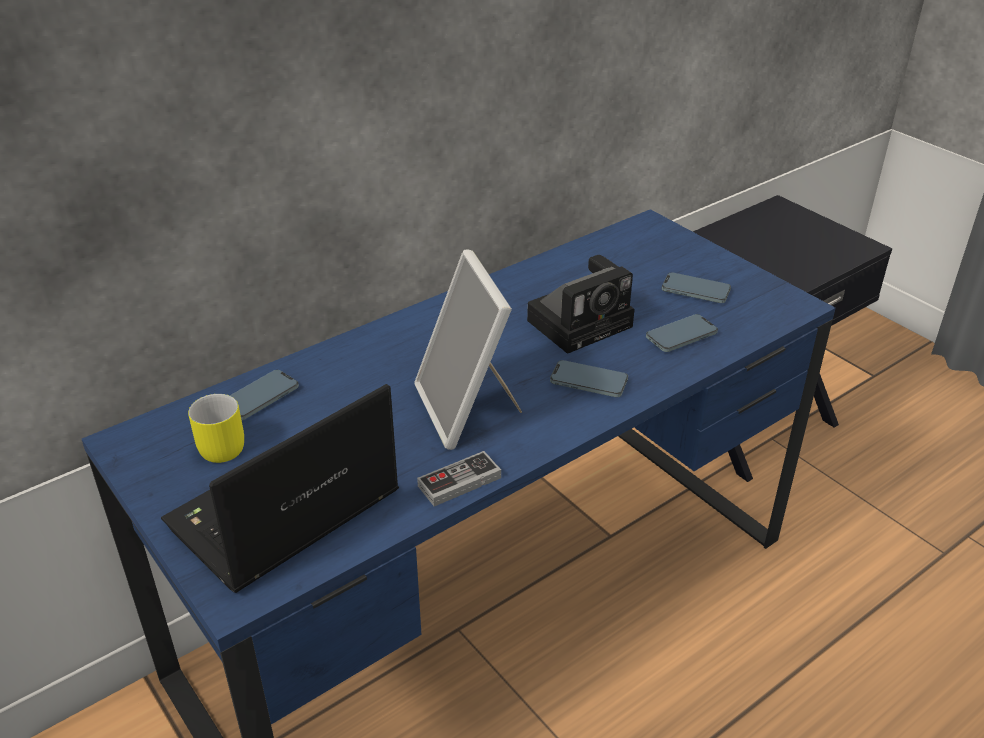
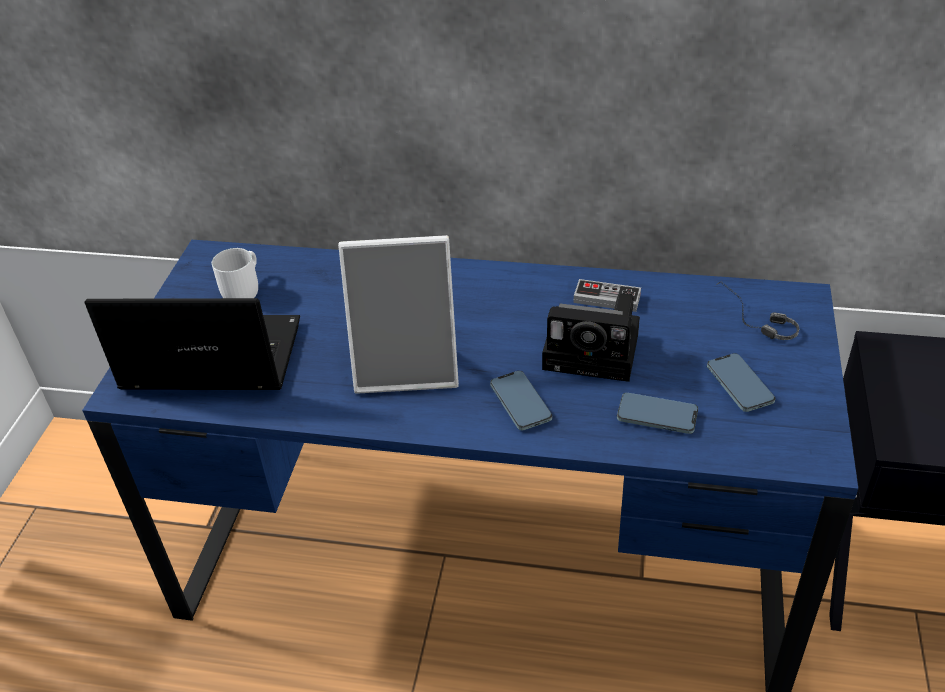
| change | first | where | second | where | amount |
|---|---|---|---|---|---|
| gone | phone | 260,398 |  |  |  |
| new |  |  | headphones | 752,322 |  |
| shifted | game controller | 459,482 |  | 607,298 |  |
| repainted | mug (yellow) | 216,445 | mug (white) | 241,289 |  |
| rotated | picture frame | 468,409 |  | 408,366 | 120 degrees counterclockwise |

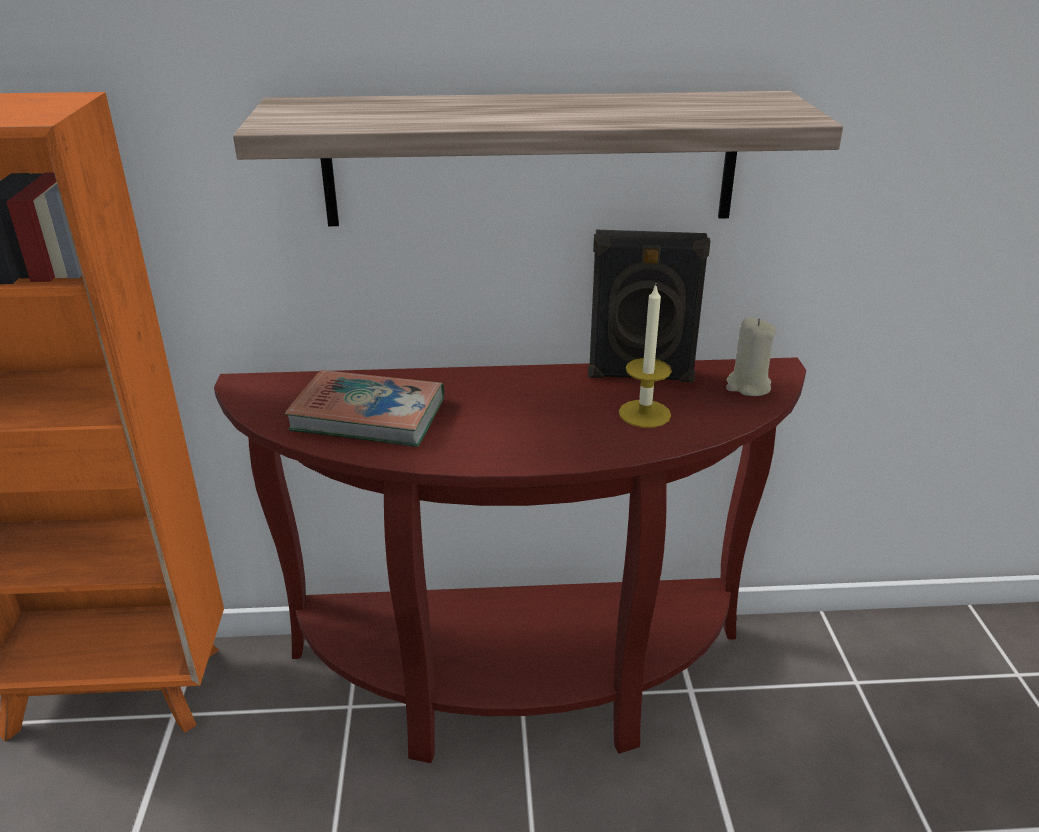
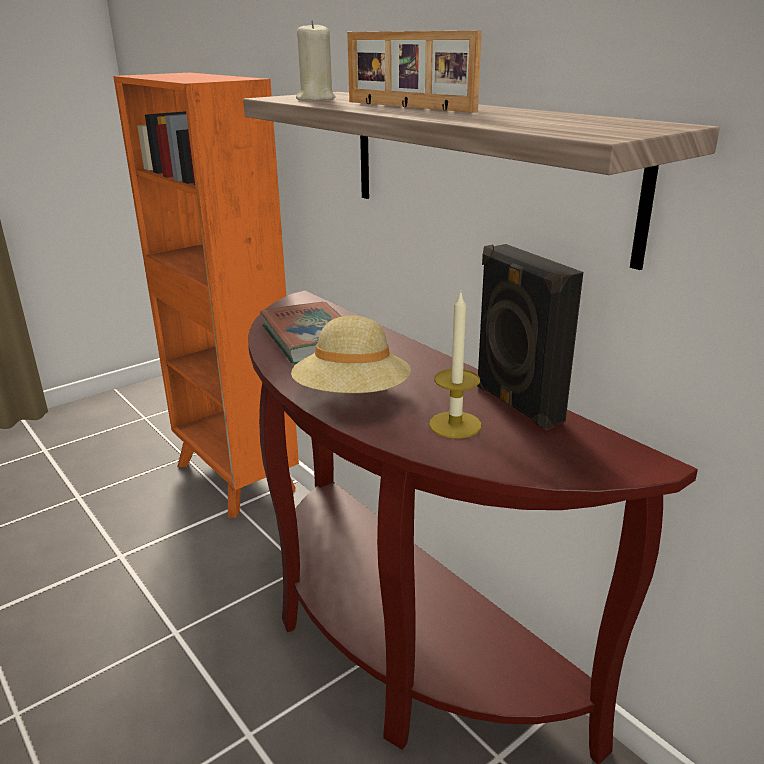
| change | first | where | second | where | amount |
|---|---|---|---|---|---|
| new |  |  | hat (beige) | 352,397 |  |
| new |  |  | picture frame | 407,107 |  |
| shifted | candle (beige) | 748,386 |  | 315,99 |  |

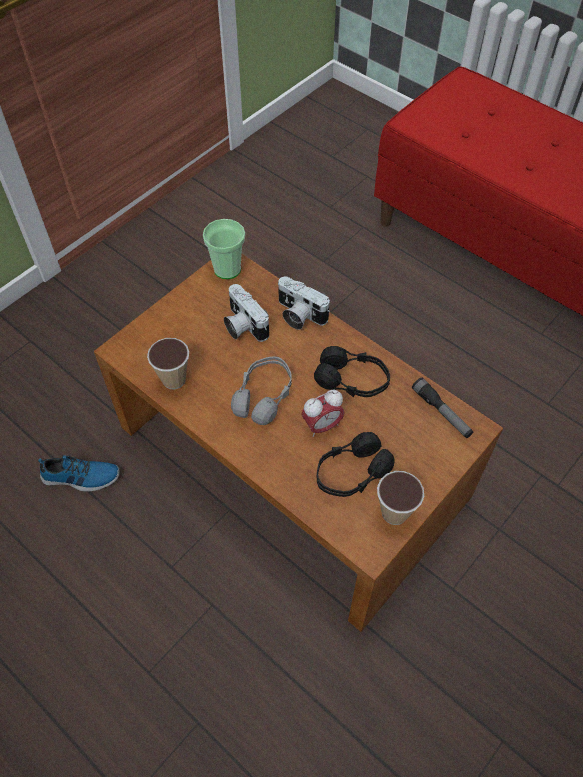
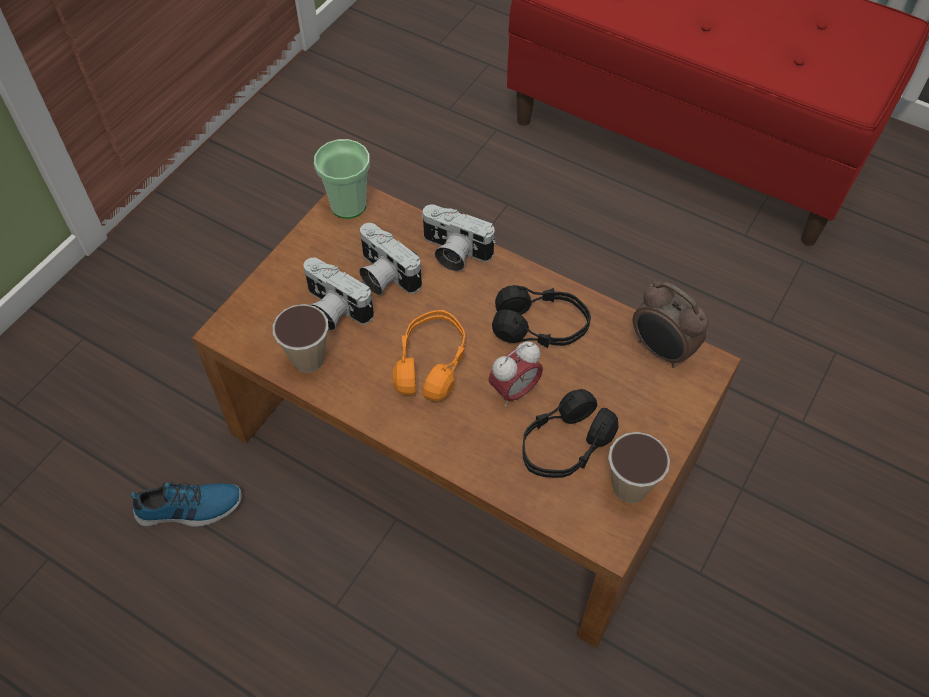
| change | first | where | second | where | amount |
|---|---|---|---|---|---|
| new |  |  | photo camera | 333,309 |  |
| swapped | flashlight | 441,412 | alarm clock | 661,351 |  |
| repainted | headphones (grey) | 264,396 | headphones (orange) | 431,364 |  |

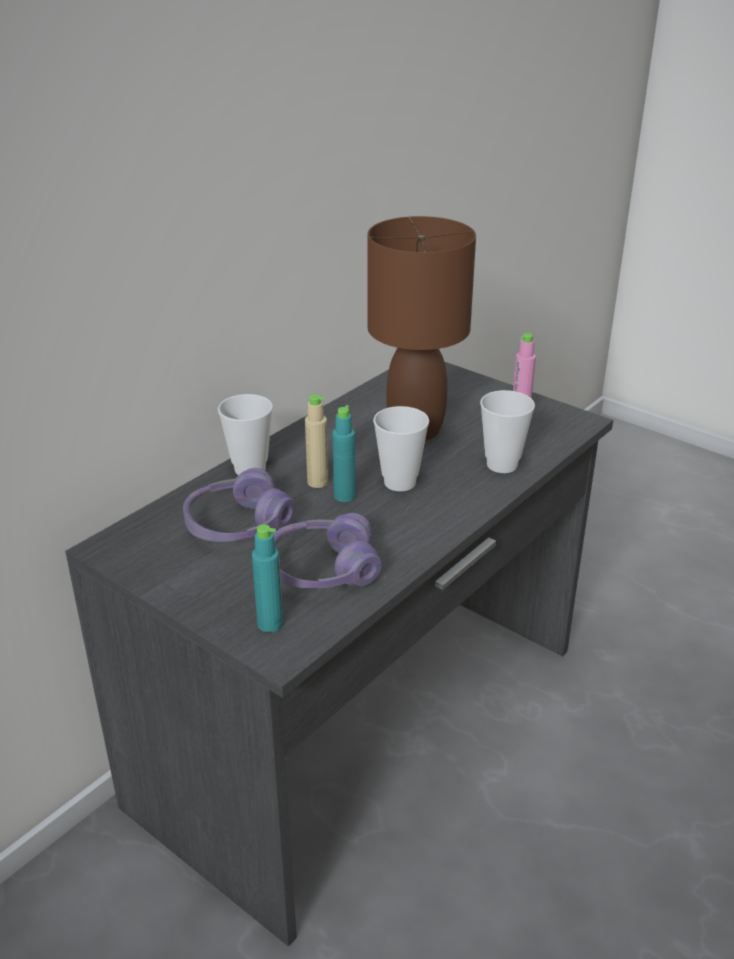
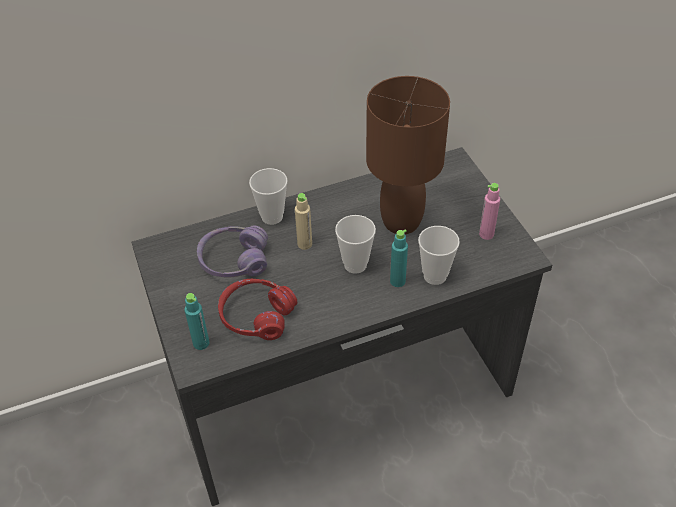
| change | first | where | second | where | amount |
|---|---|---|---|---|---|
| shifted | bottle (turquoise) | 344,496 |  | 397,281 |  |
| repainted | headphones (purple) | 322,570 | headphones (red) | 257,316 |  |

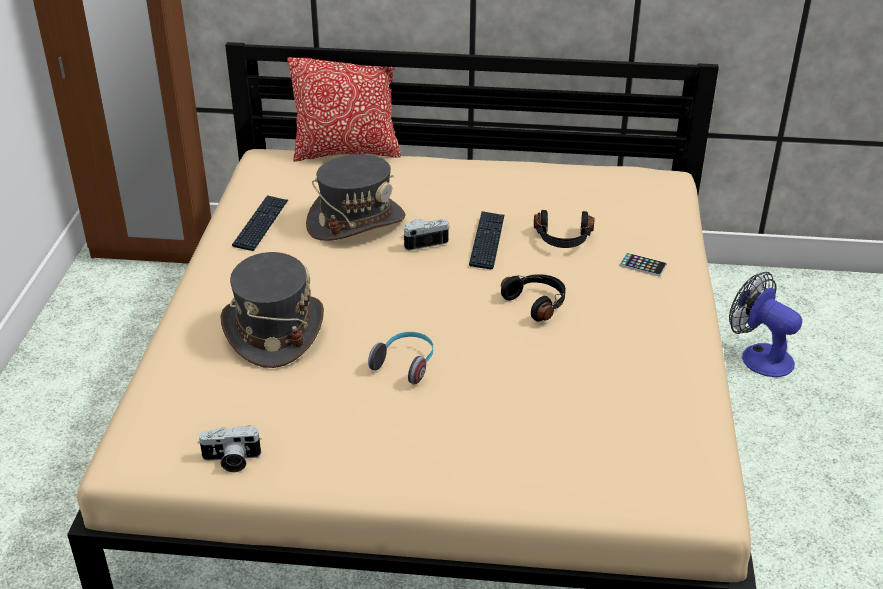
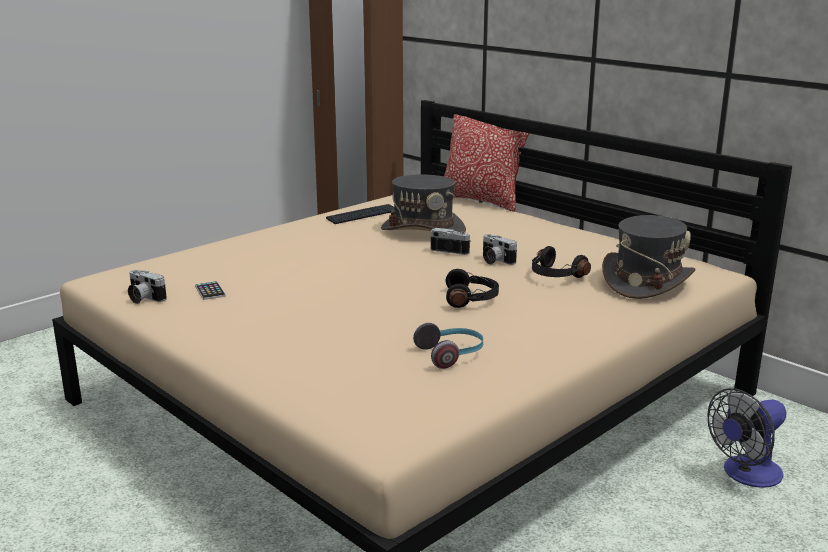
| change | first | where | second | where | amount |
|---|---|---|---|---|---|
| shifted | hat (grey) | 273,331 |  | 646,281 |  |
| shifted | headphones | 406,364 |  | 451,355 |  |
| shifted | phone | 643,265 |  | 210,291 |  |
| swapped | keyboard | 487,241 | photo camera | 495,260 |  |
| rotated | fan | 759,356 |  | 746,475 | 120 degrees counterclockwise |

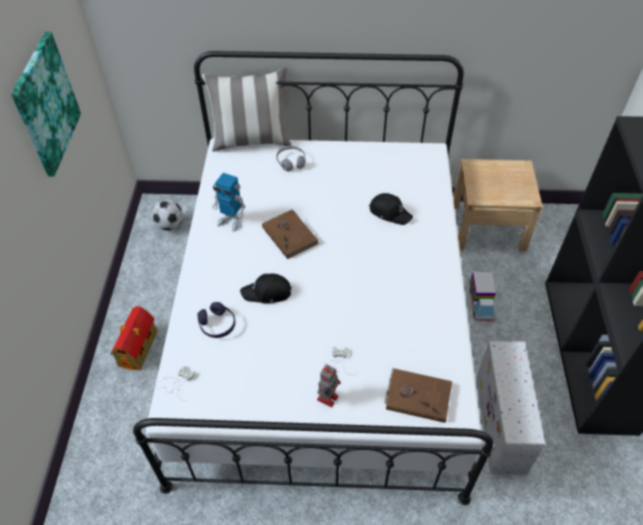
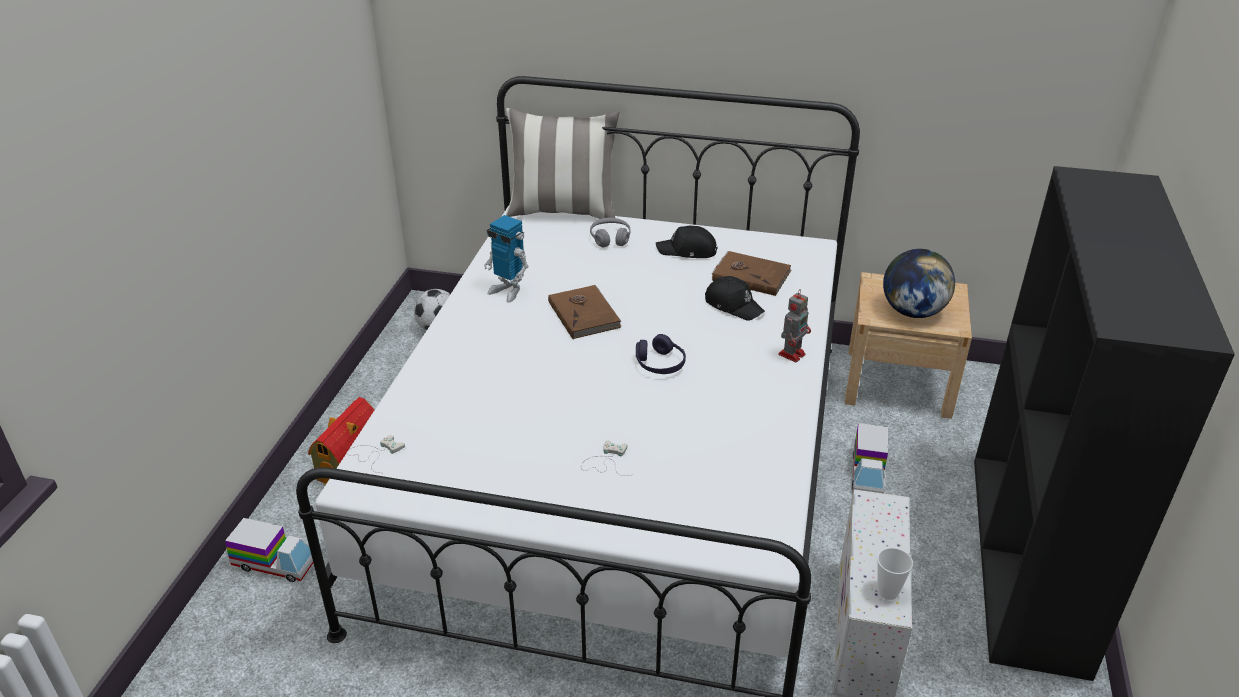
| change | first | where | second | where | amount |
|---|---|---|---|---|---|
| gone | picture | 45,104 |  |  |  |
| new |  |  | toy truck | 275,563 |  |
| new |  |  | cup | 888,592 |  |
| new |  |  | globe | 912,312 |  |
| shifted | headphones (purple) | 217,325 |  | 660,364 |  |
| shifted | cap (black) | 267,293 |  | 687,251 |  |
| shifted | toy robot | 328,397 |  | 792,353 |  |
| shifted | book (brown) | 418,395 |  | 751,275 |  |

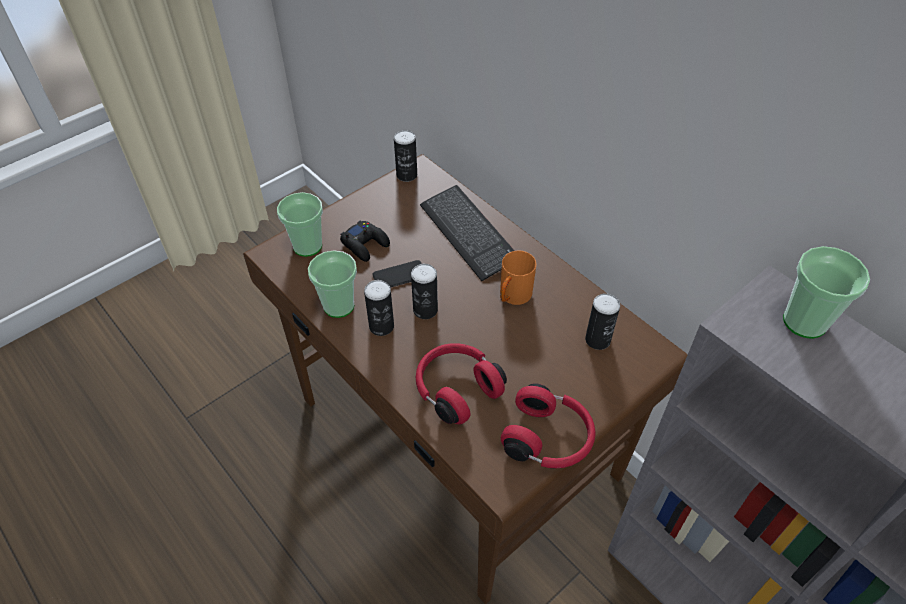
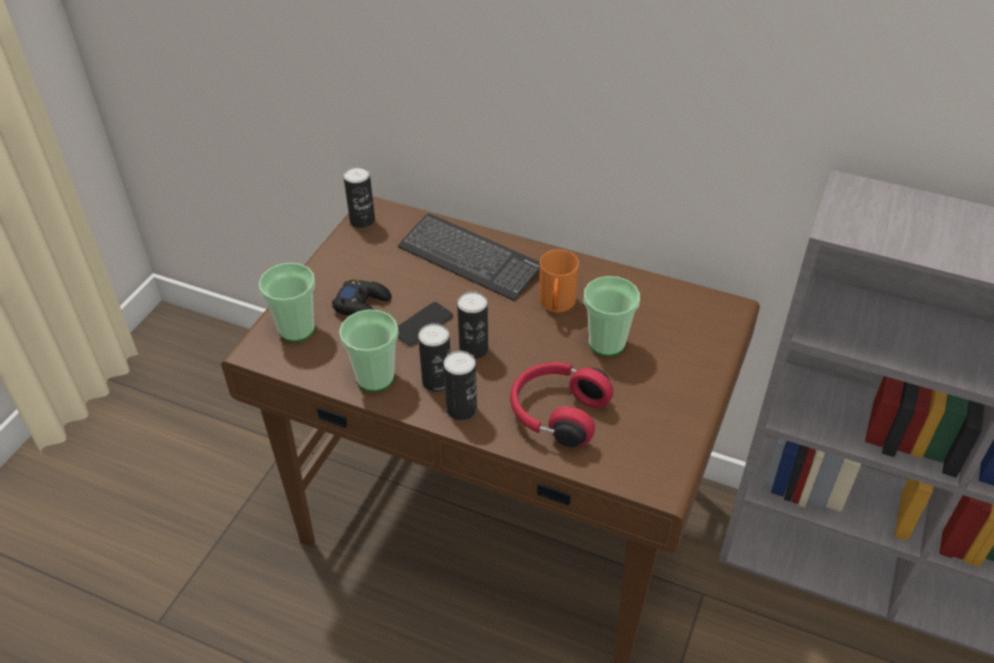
| change | first | where | second | where | amount |
|---|---|---|---|---|---|
| gone | headphones (red) | 548,439 |  |  |  |
| shifted | can | 597,340 |  | 461,409 |  |
| shifted | cup | 804,321 |  | 606,343 |  |

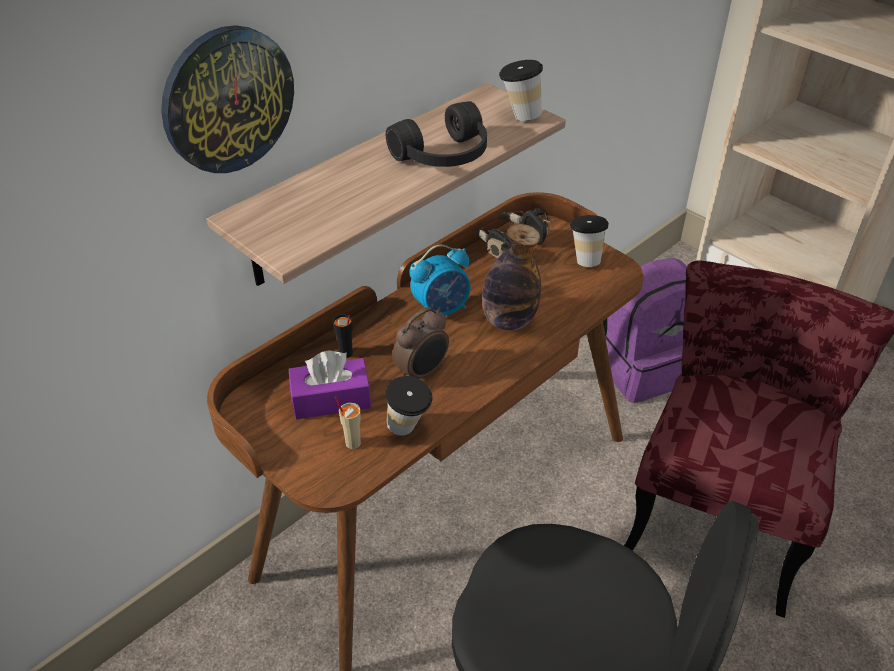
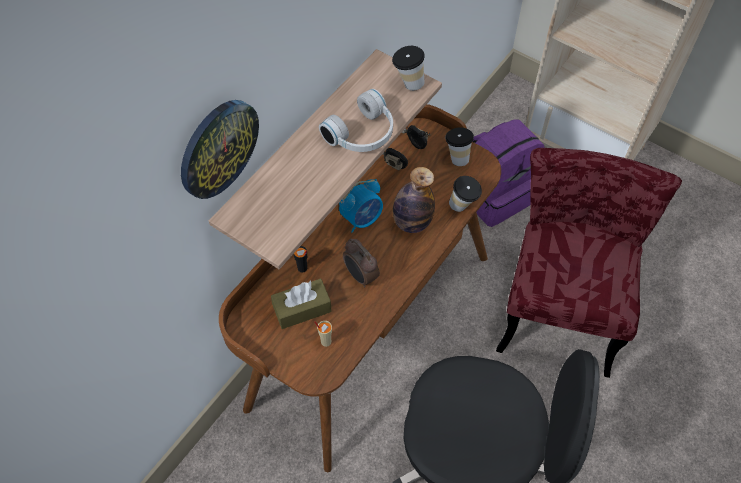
| change | first | where | second | where | amount |
|---|---|---|---|---|---|
| shifted | cup | 409,430 |  | 463,207 |  |
| repainted | tissue box (purple) | 331,399 | tissue box (brown) | 302,309 |  |
| repainted | headphones (black) | 445,156 | headphones (white) | 363,134 |  |
| rotated | alarm clock | 422,372 |  | 360,276 | 105 degrees clockwise |

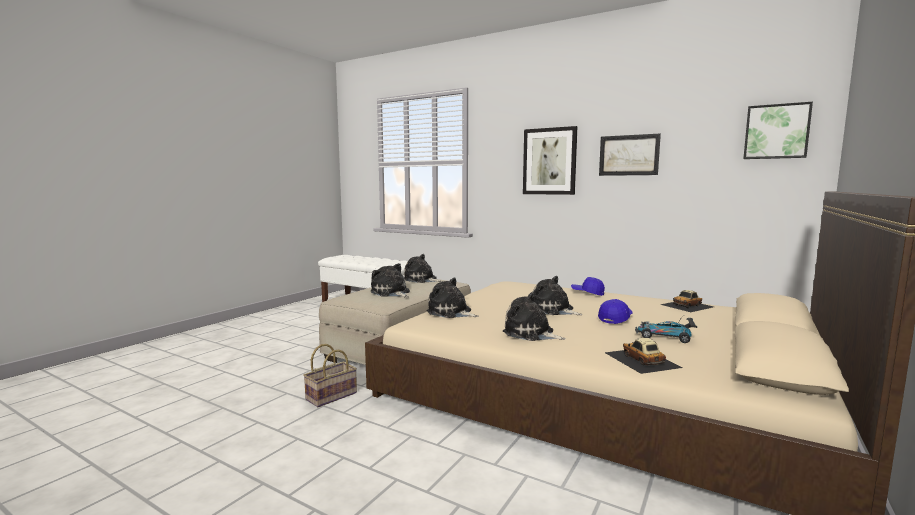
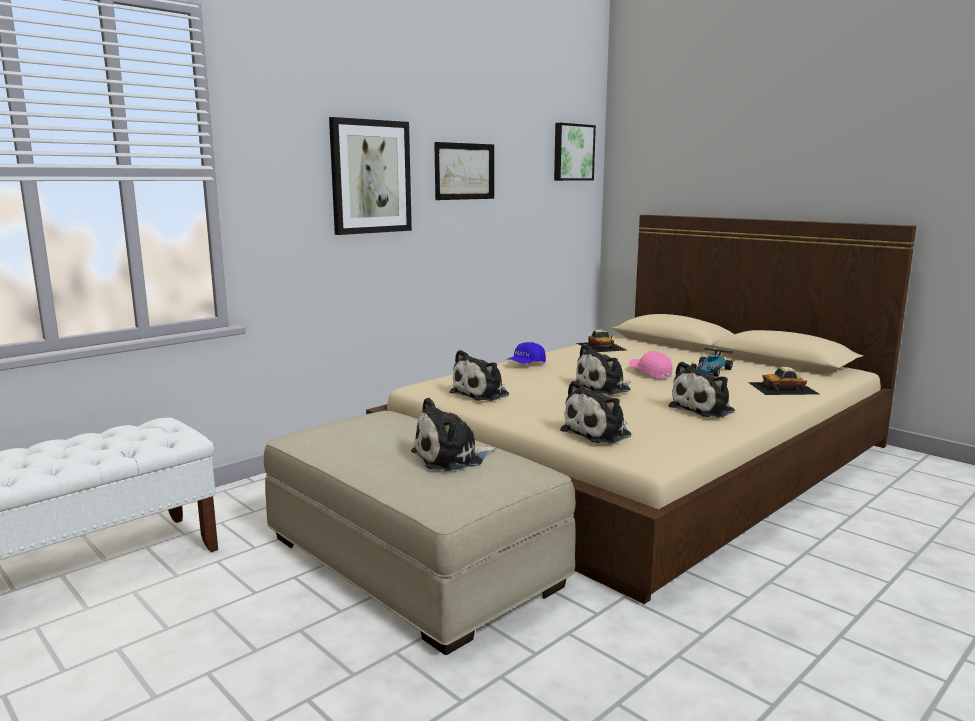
| change | first | where | second | where | amount |
|---|---|---|---|---|---|
| gone | basket | 332,395 |  |  |  |
| shifted | plush toy | 421,280 |  | 482,394 |  |
| repainted | cap (blue) | 615,319 | cap (pink) | 650,373 |  |

